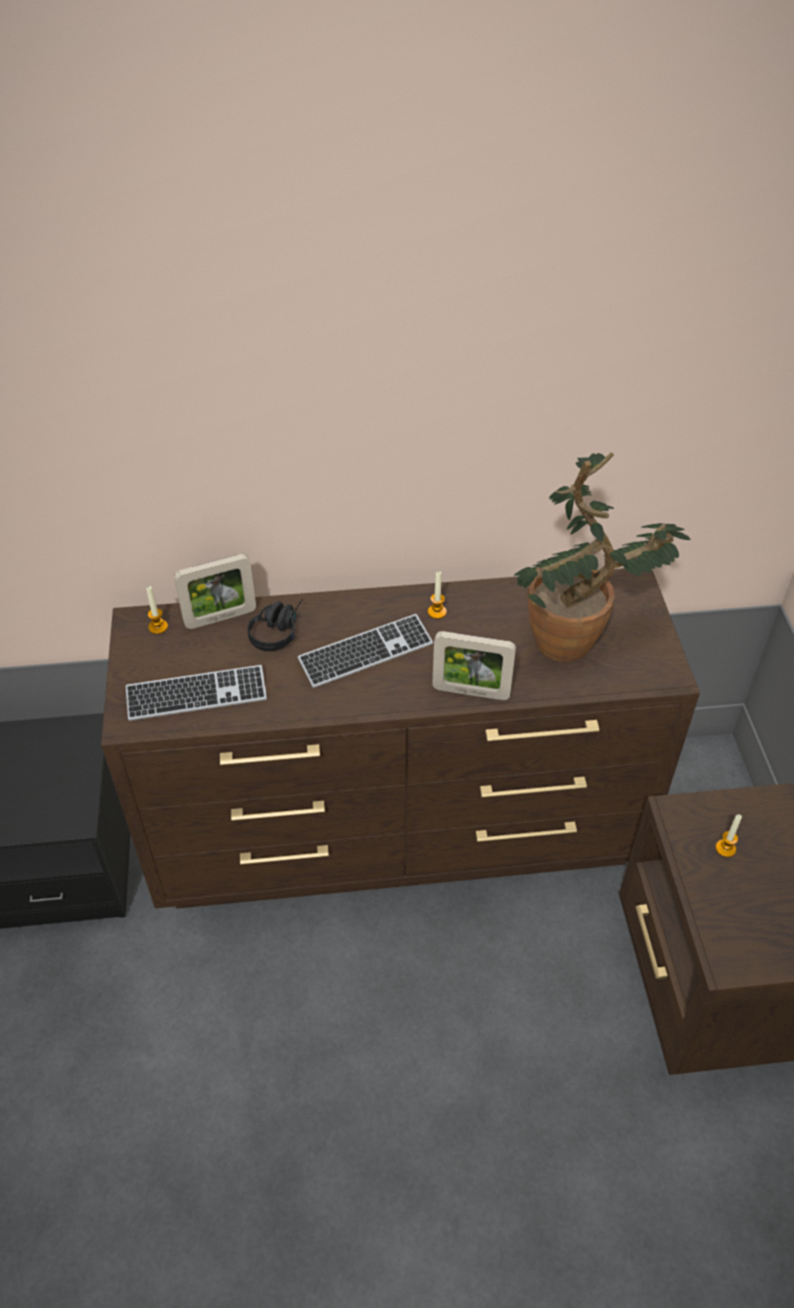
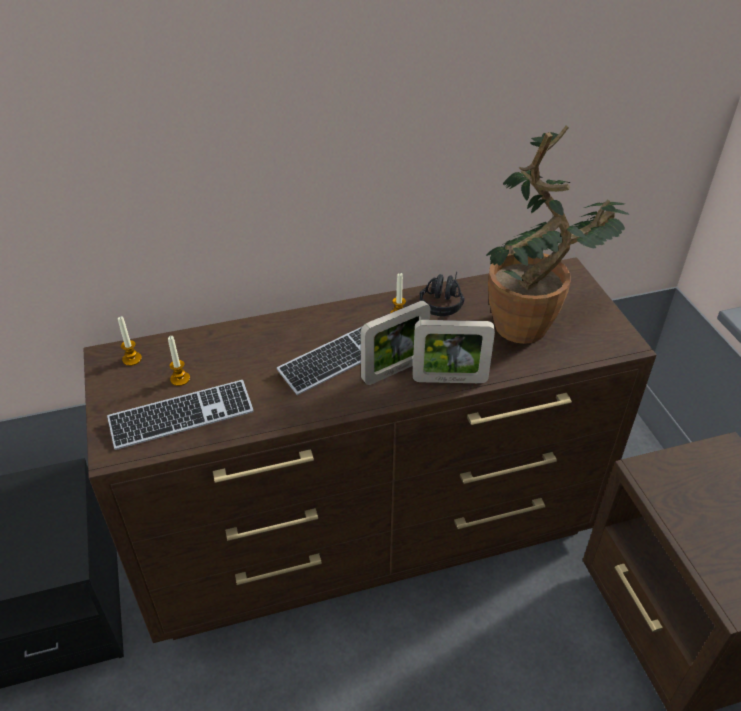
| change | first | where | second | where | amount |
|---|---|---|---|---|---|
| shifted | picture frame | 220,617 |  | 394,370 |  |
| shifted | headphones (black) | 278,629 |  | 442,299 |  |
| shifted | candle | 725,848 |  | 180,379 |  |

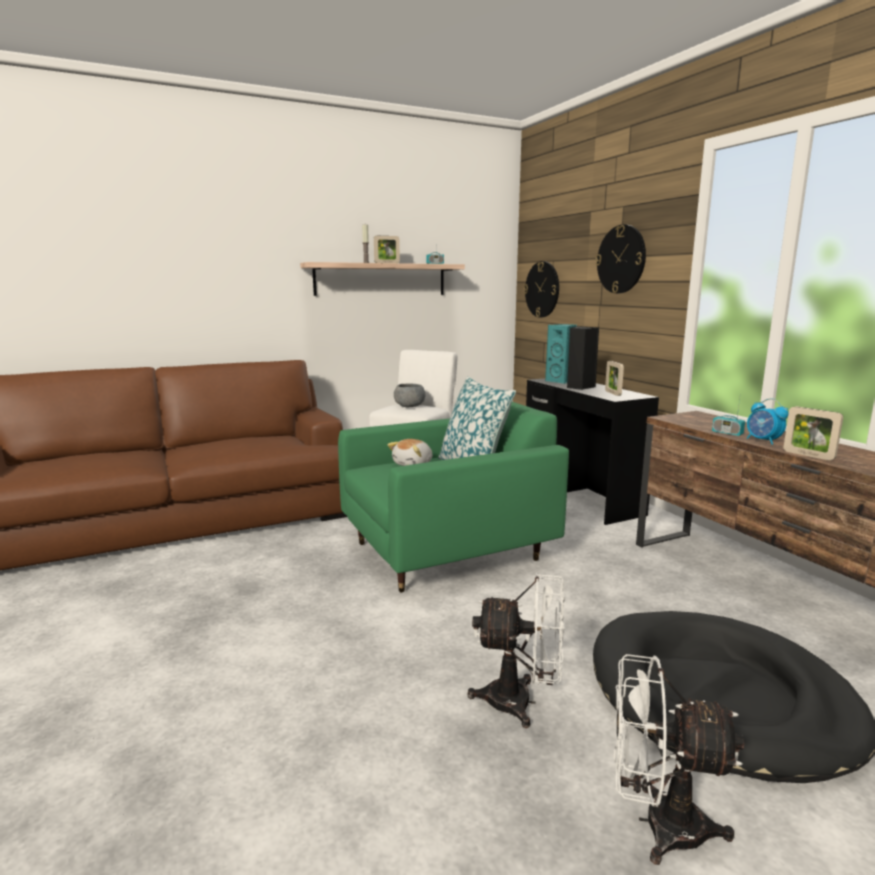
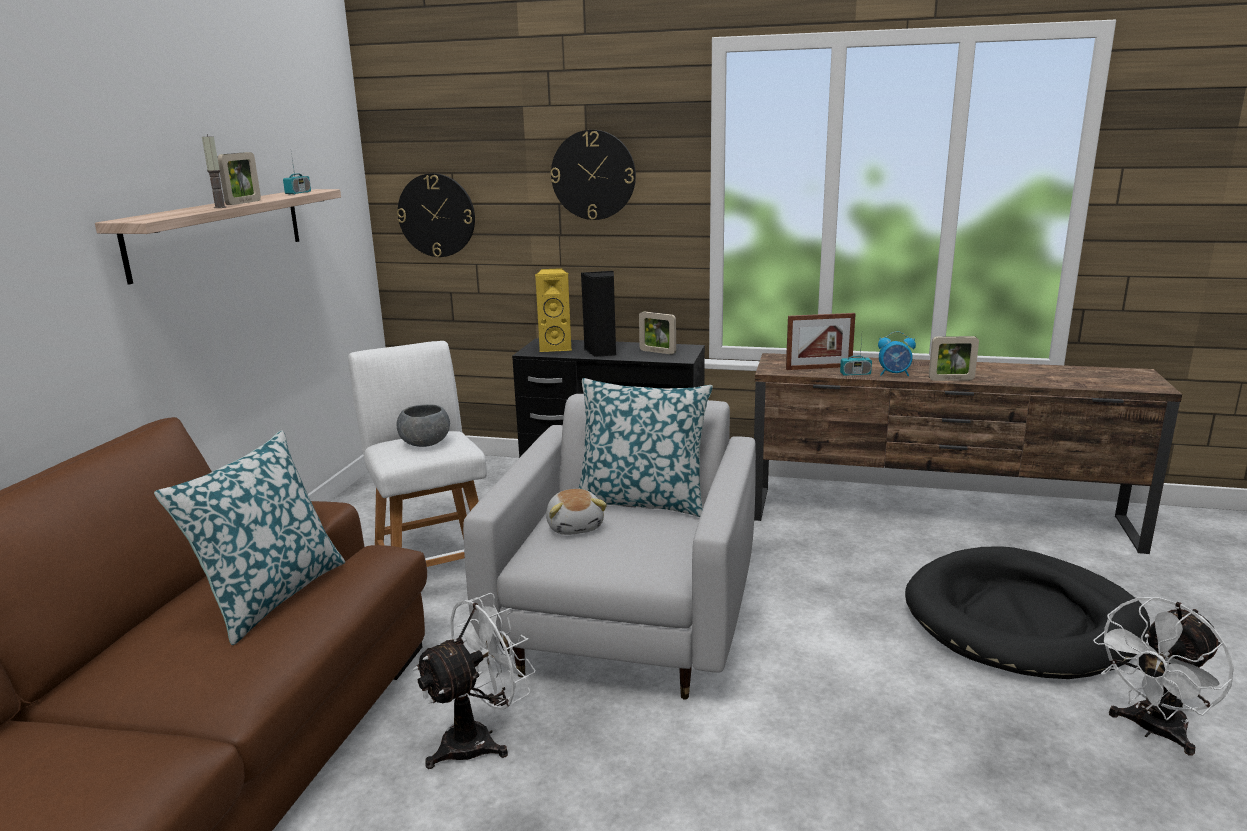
| change | first | where | second | where | amount |
|---|---|---|---|---|---|
| new |  |  | pillow | 271,596 |  |
| new |  |  | picture frame | 819,368 |  |
| shifted | fan (white) | 521,702 |  | 479,739 |  |
| repainted | armchair (green) | 447,552 | armchair (white) | 628,625 |  |
| repainted | speaker (turquoise) | 561,381 | speaker (yellow) | 556,347 |  |

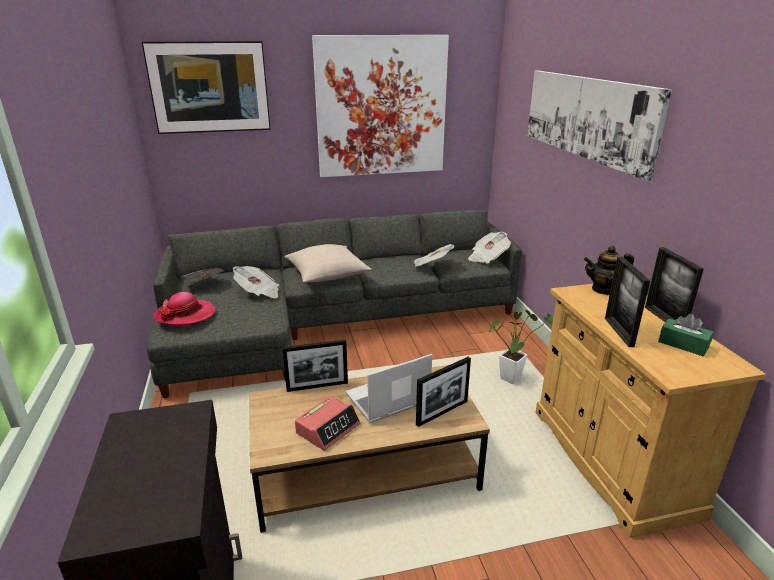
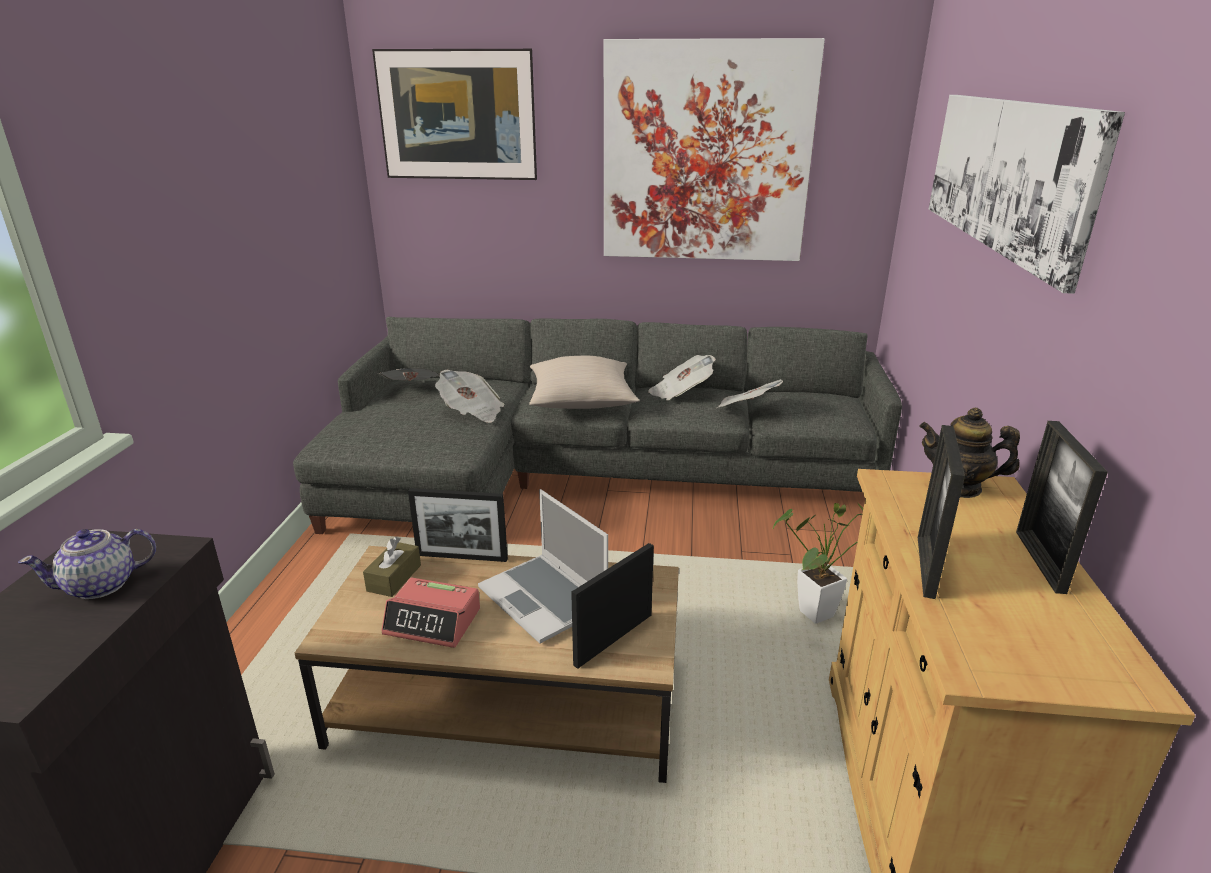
| change | first | where | second | where | amount |
|---|---|---|---|---|---|
| gone | hat | 185,315 |  |  |  |
| gone | tissue box (green) | 683,344 |  |  |  |
| new |  |  | teapot | 102,585 |  |
| new |  |  | tissue box (brown) | 394,578 |  |
| shifted | newspaper | 487,258 |  | 680,393 |  |
| rotated | alarm clock | 328,428 |  | 433,622 | 45 degrees clockwise |
| rotated | laptop | 387,399 |  | 545,599 | 120 degrees counterclockwise |
| rotated | picture frame | 442,412 |  | 614,639 | 150 degrees clockwise |

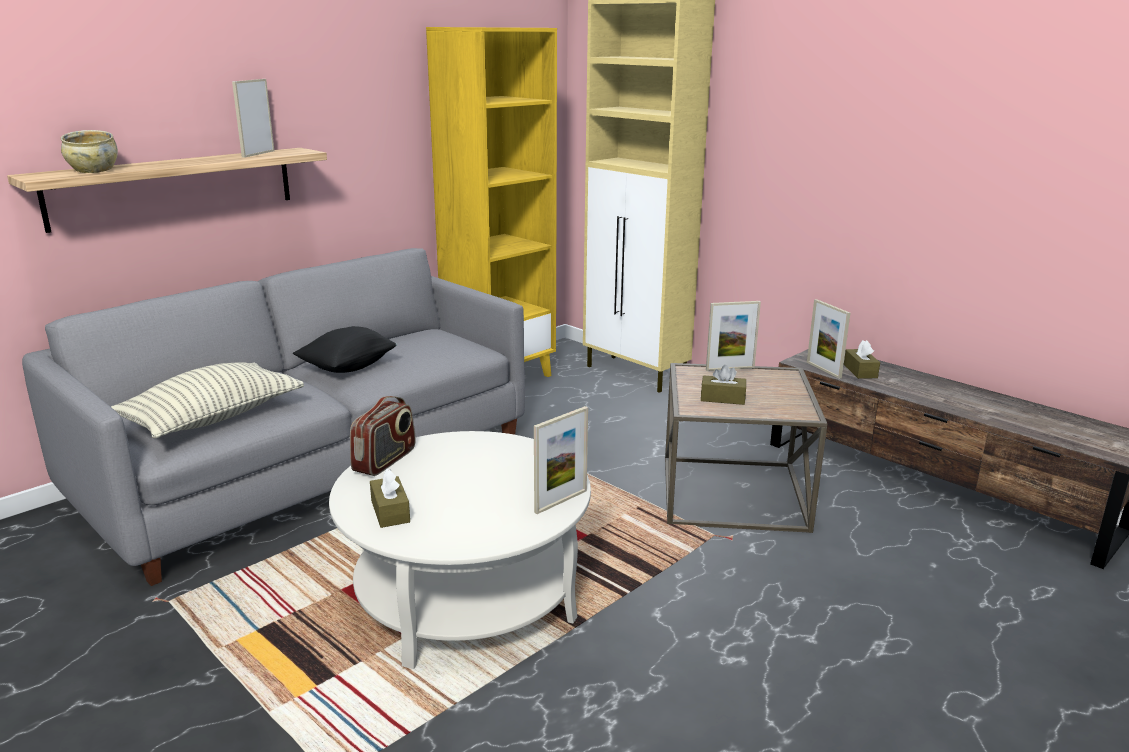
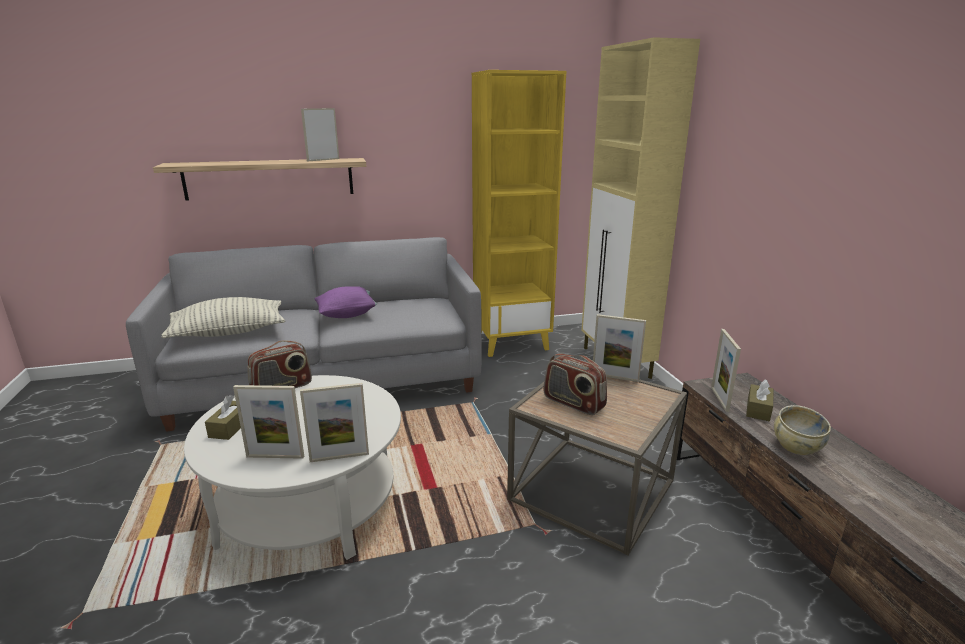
| change | first | where | second | where | amount |
|---|---|---|---|---|---|
| new |  |  | picture frame | 275,456 |  |
| shifted | bowl (beige) | 93,170 |  | 796,447 |  |
| swapped | tissue box (brown) | 722,398 | radio | 573,403 |  |
| repainted | pillow (black) | 348,367 | pillow (purple) | 347,315 |  |

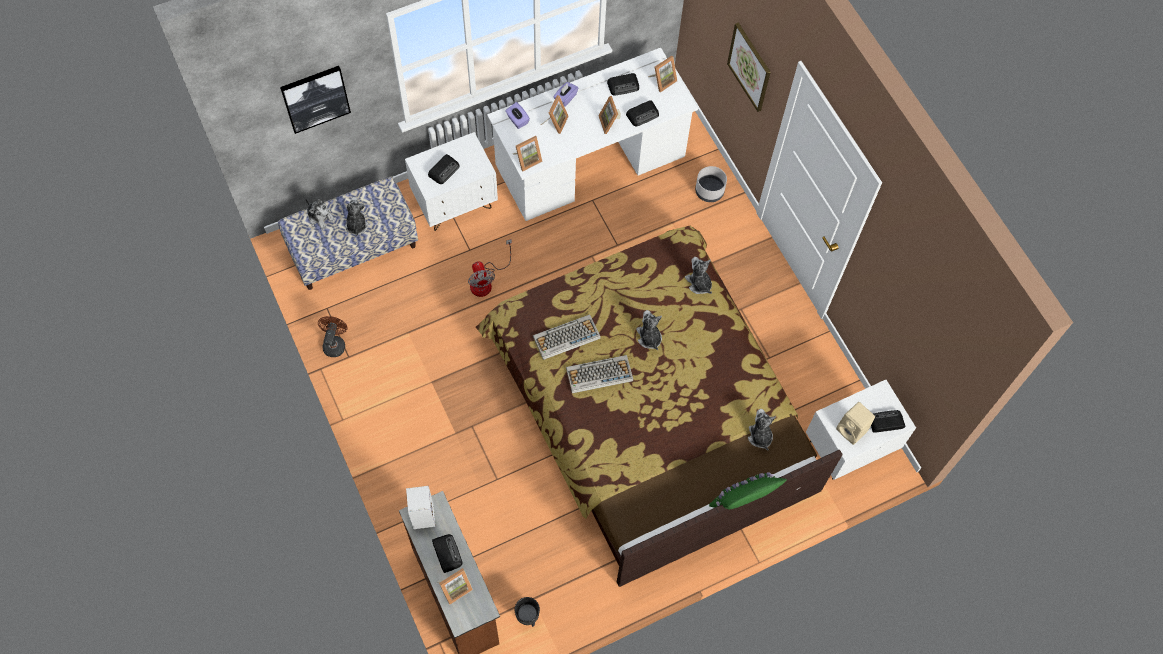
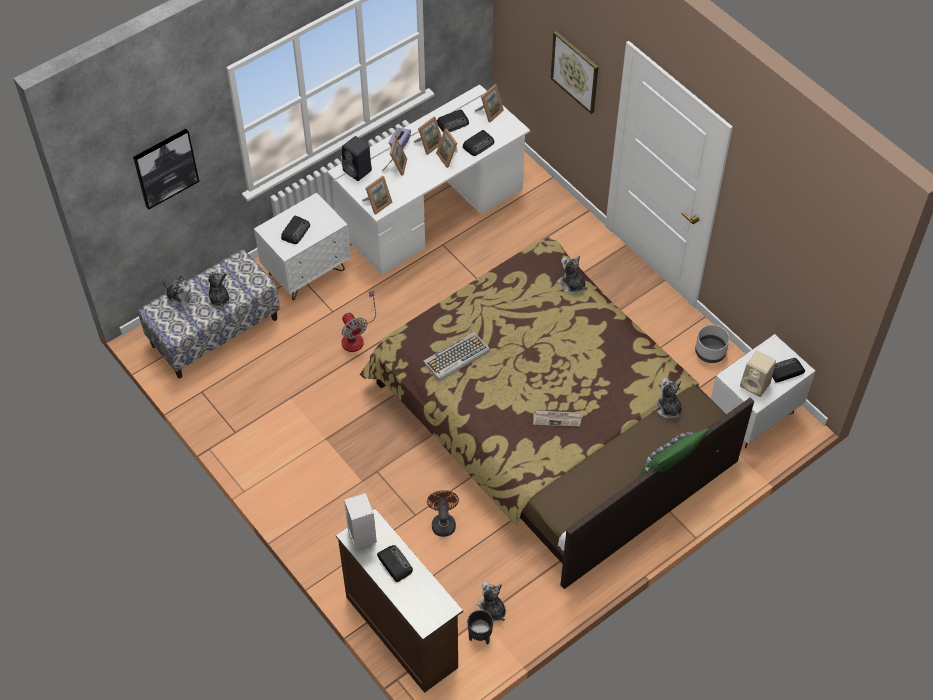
| change | first | where | second | where | amount |
|---|---|---|---|---|---|
| gone | keyboard | 598,375 |  |  |  |
| new |  |  | newspaper | 557,419 |  |
| shifted | fan (brown) | 335,343 |  | 443,522 |  |
| shifted | picture frame | 455,588 |  | 428,144 |  |
| shifted | plush toy | 649,337 |  | 492,609 |  |
| shifted | planter (grey) | 709,191 |  | 710,352 |  |
| swapped | tissue box (purple) | 517,120 | speaker (black) | 358,171 |  |

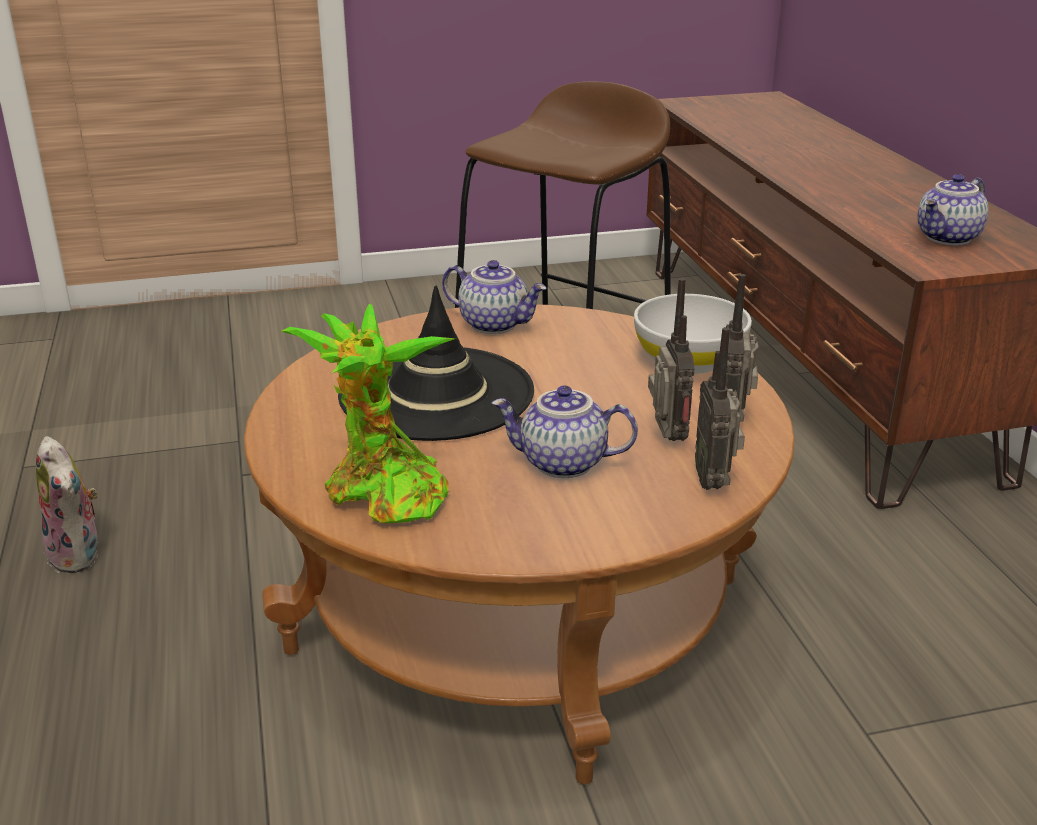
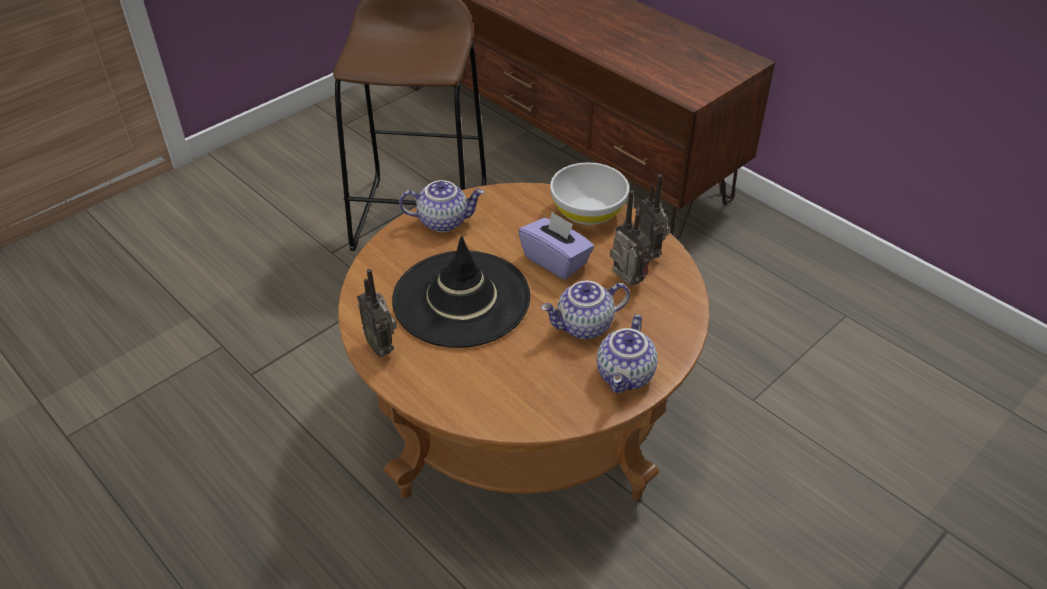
| change | first | where | second | where | amount |
|---|---|---|---|---|---|
| gone | plush toy | 79,555 |  |  |  |
| gone | potted plant | 381,494 |  |  |  |
| new |  |  | tissue box (purple) | 556,260 |  |
| shifted | radio | 714,481 |  | 382,346 |  |
| shifted | teapot | 949,238 |  | 626,376 |  |

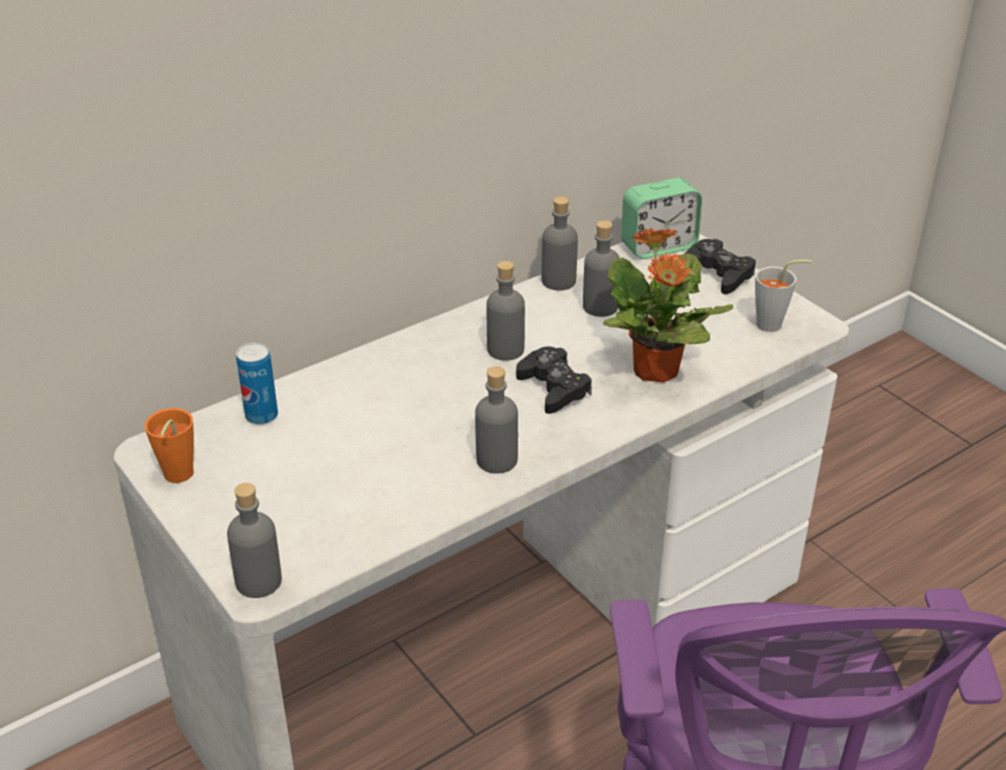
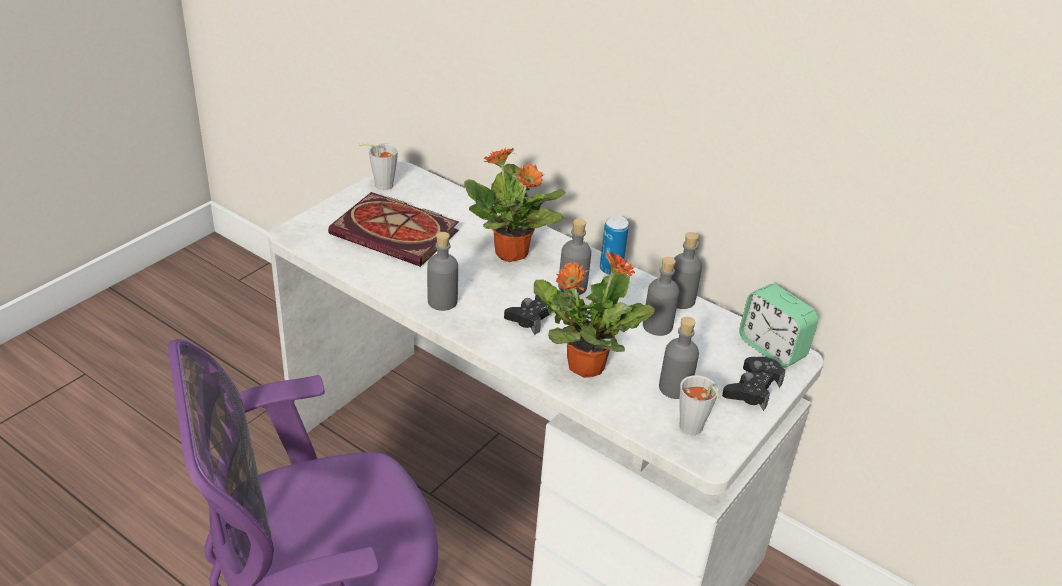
| change | first | where | second | where | amount |
|---|---|---|---|---|---|
| new |  |  | book | 398,233 |  |
| new |  |  | potted plant | 512,253 |  |
| shifted | bottle (grey) | 259,581 |  | 675,388 |  |
| shifted | can | 261,416 |  | 610,269 |  |
| repainted | cup (orange) | 176,478 | cup (grey) | 379,185 |  |

